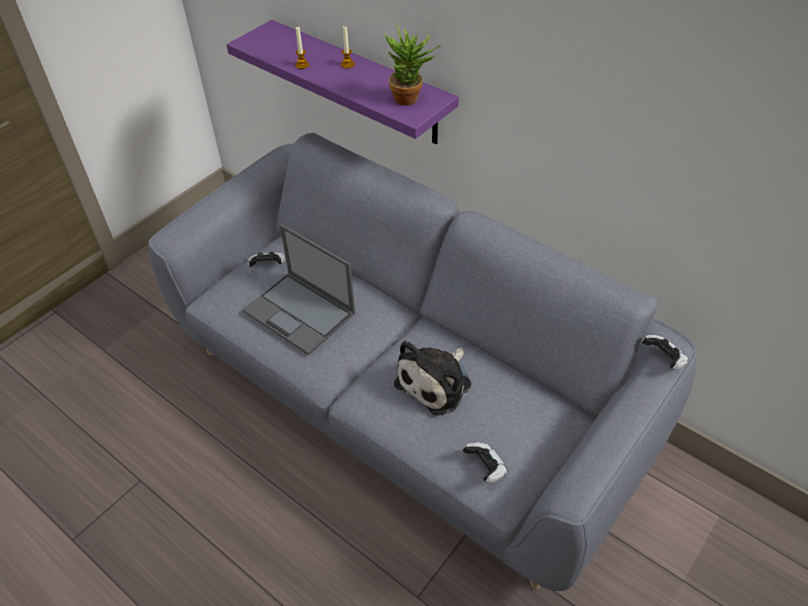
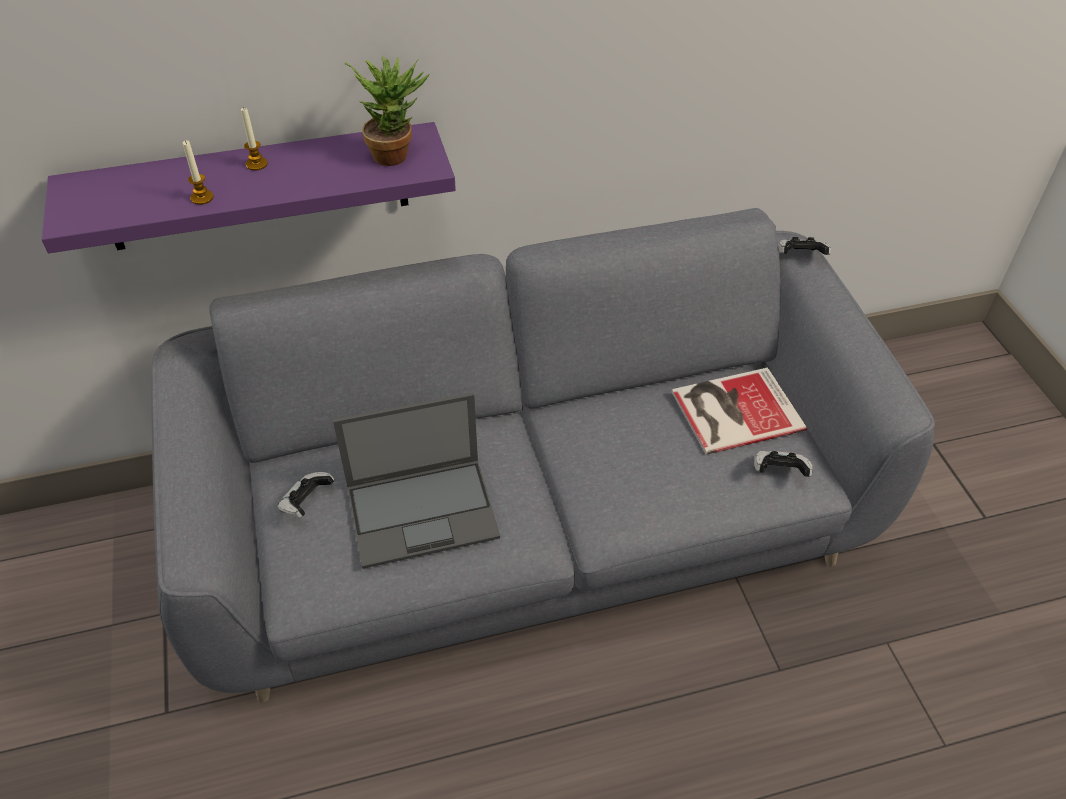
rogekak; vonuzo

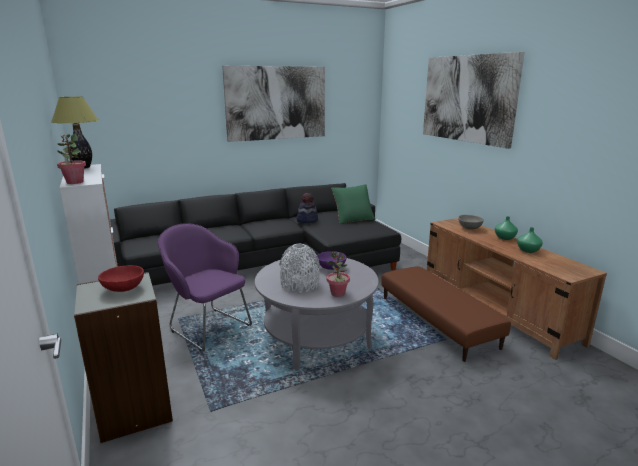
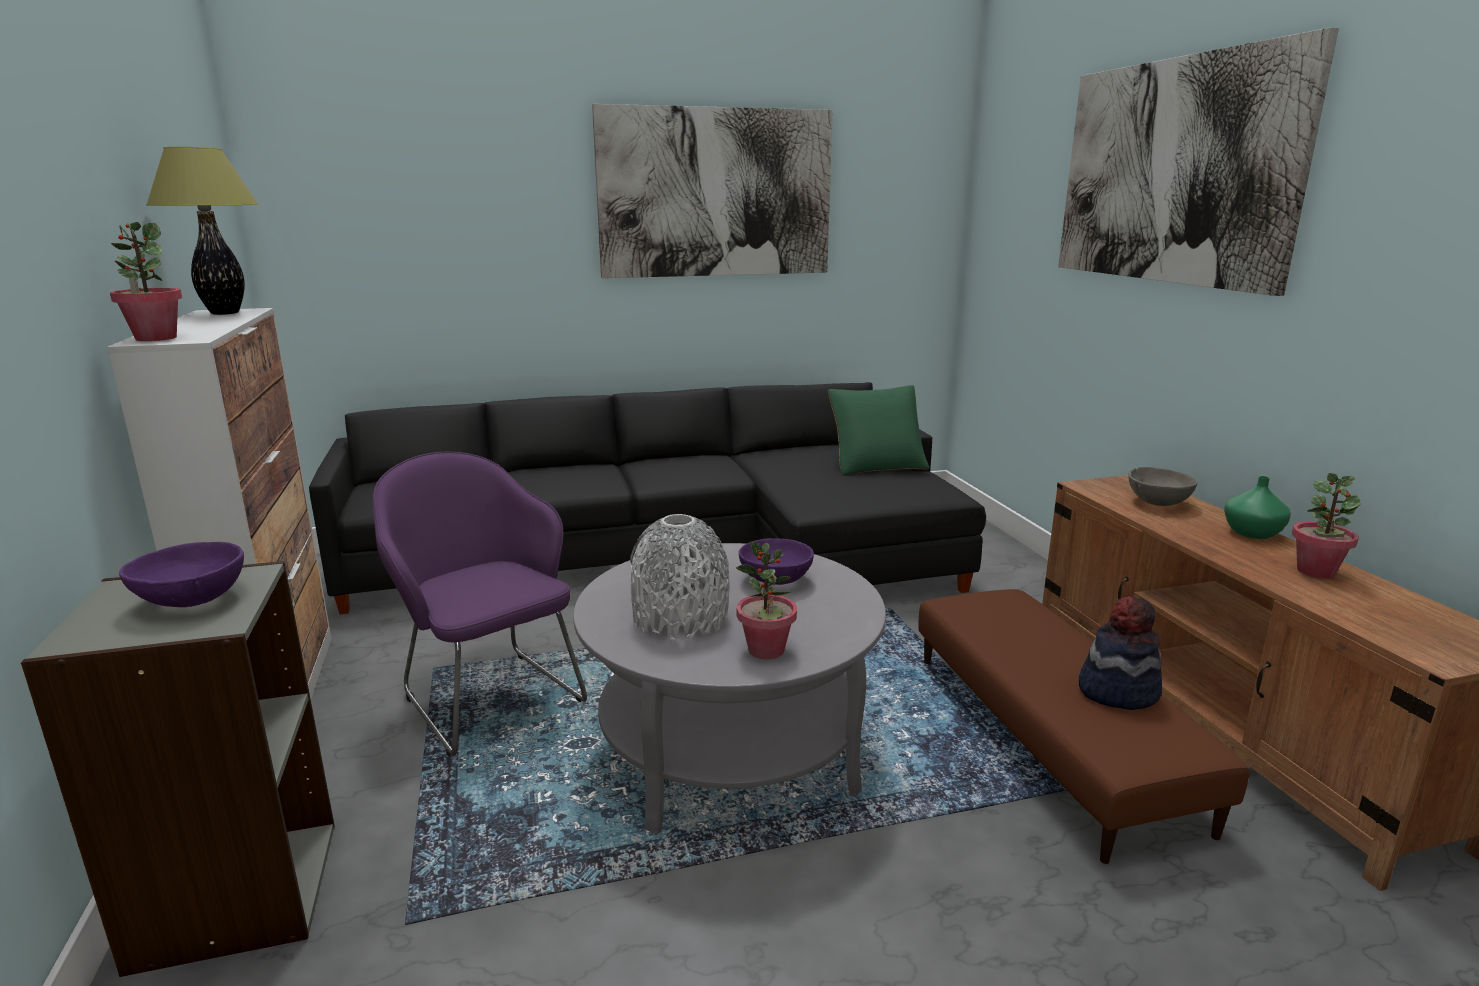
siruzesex; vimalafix (3rd from left); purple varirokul (1st from left)

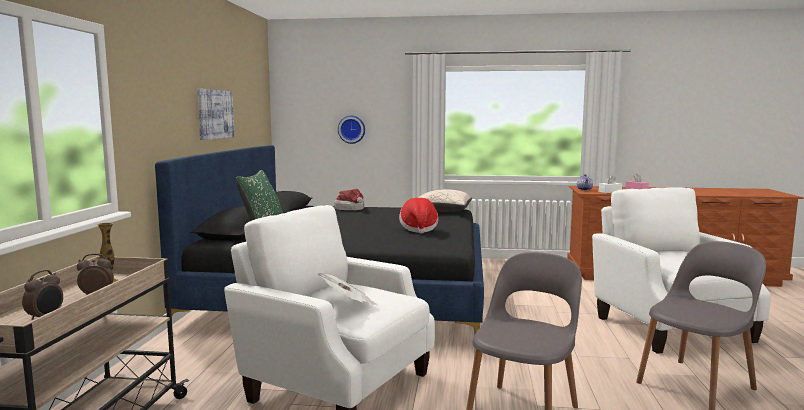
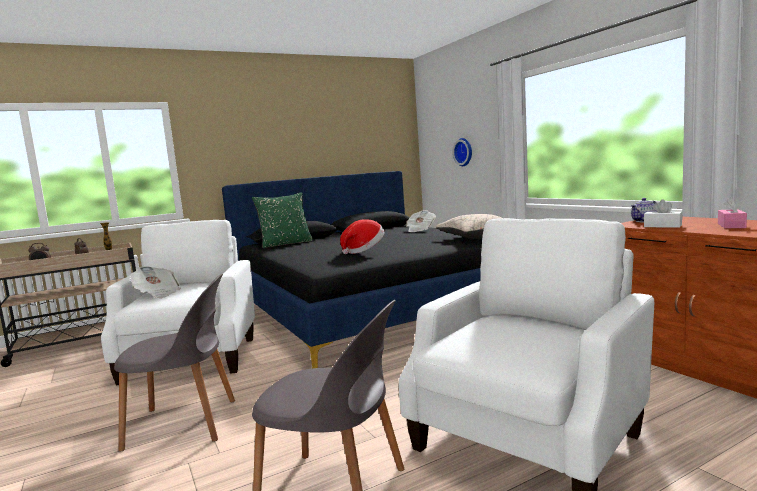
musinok; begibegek (2nd from left)

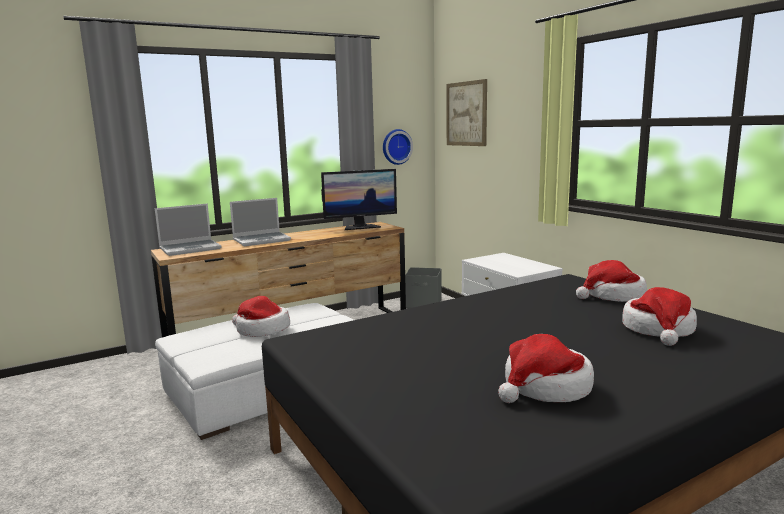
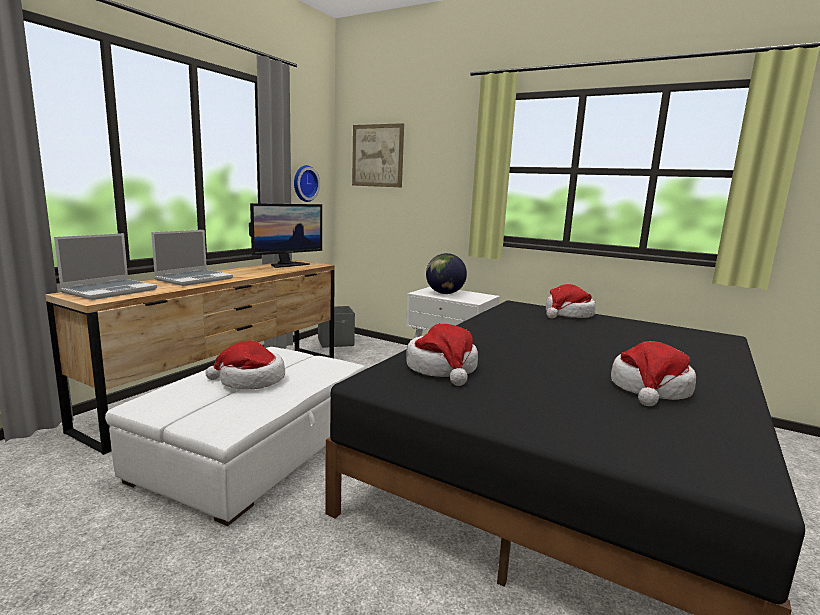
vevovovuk; siruzesex (2nd from left)

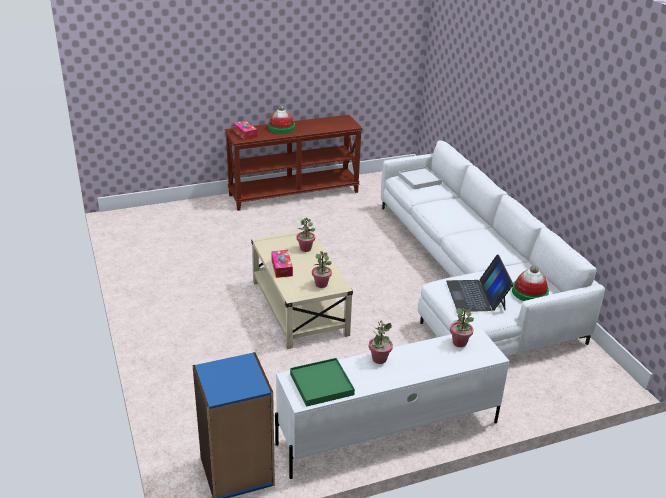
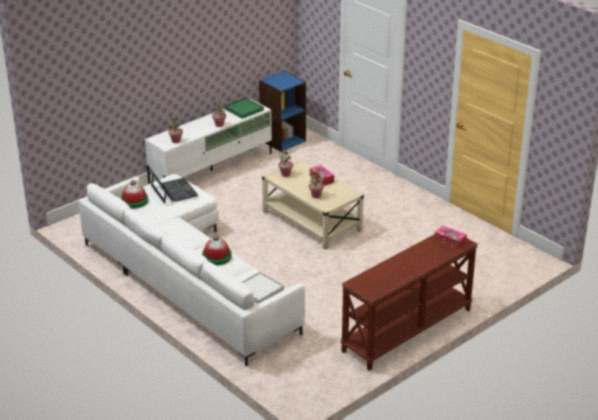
siruzesex (2nd from left)

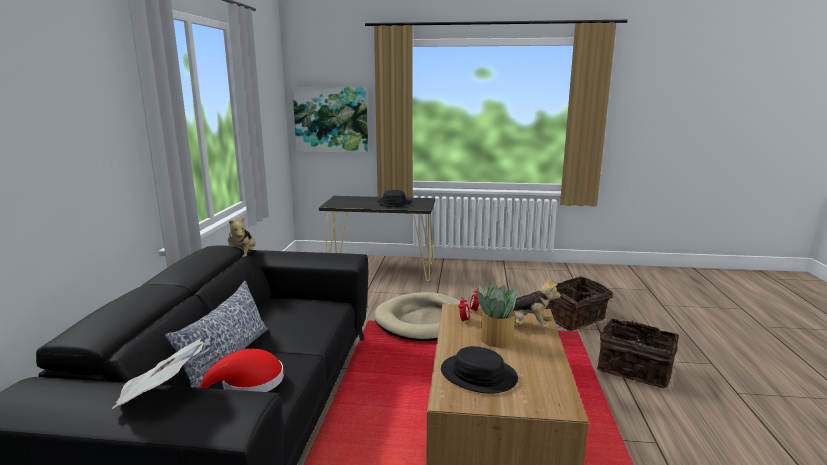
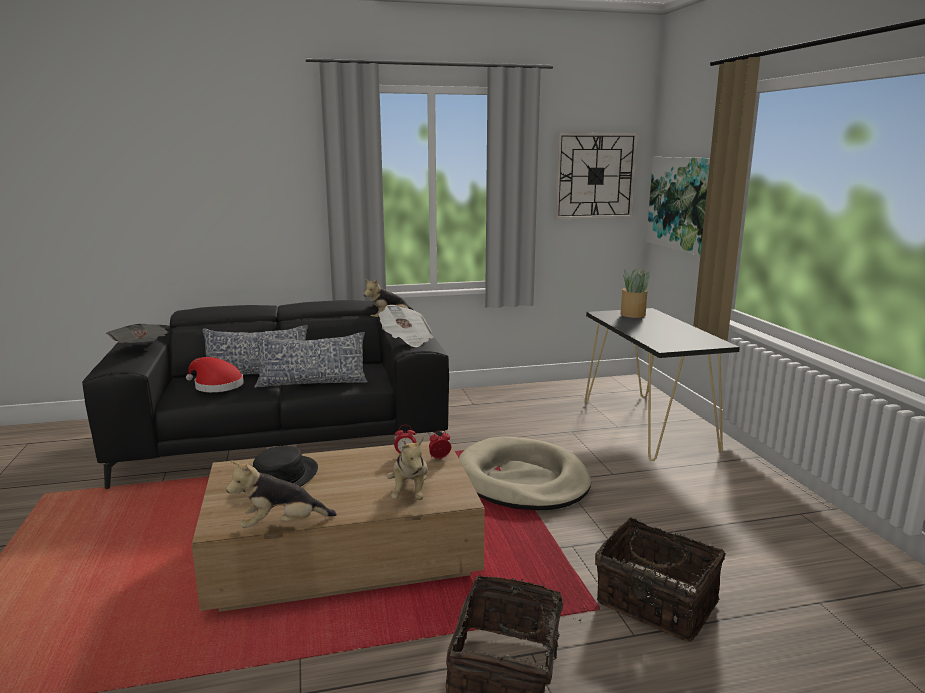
black siruzesex (1st from left in the first image); rogekak (1st from left); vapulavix (2nd from left); begibegek (2nd from left); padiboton; vimalafix

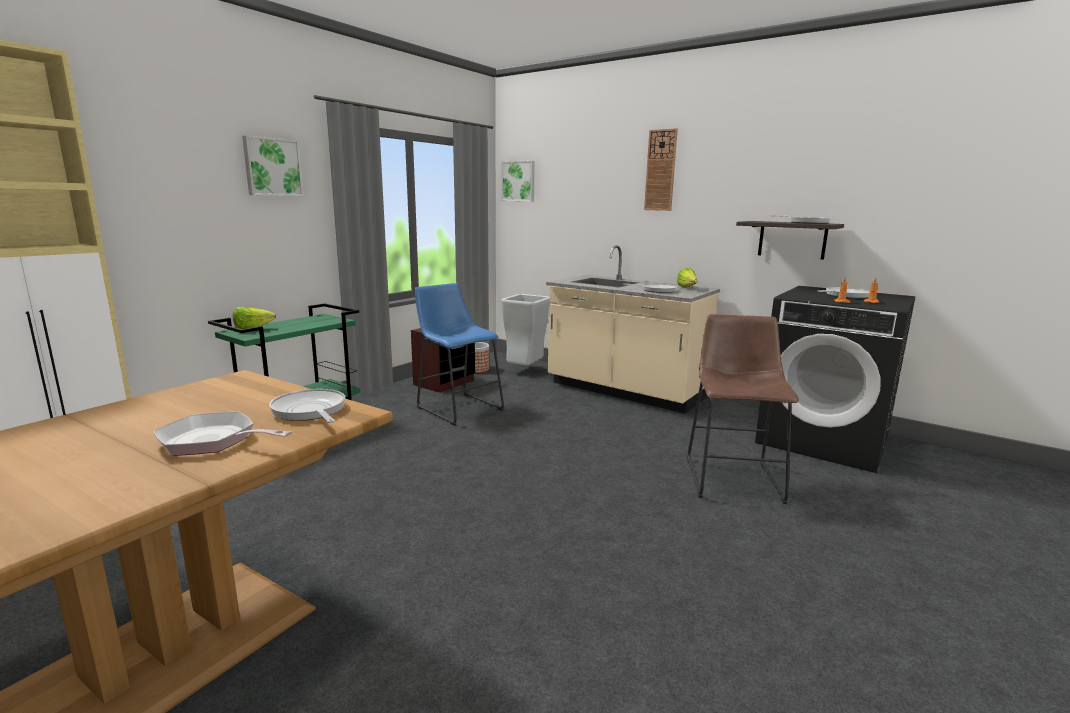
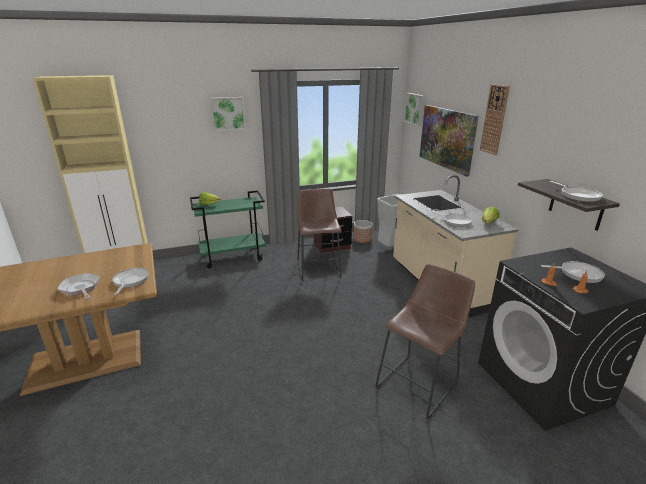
musinok (3rd from left); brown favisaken (1st from left)

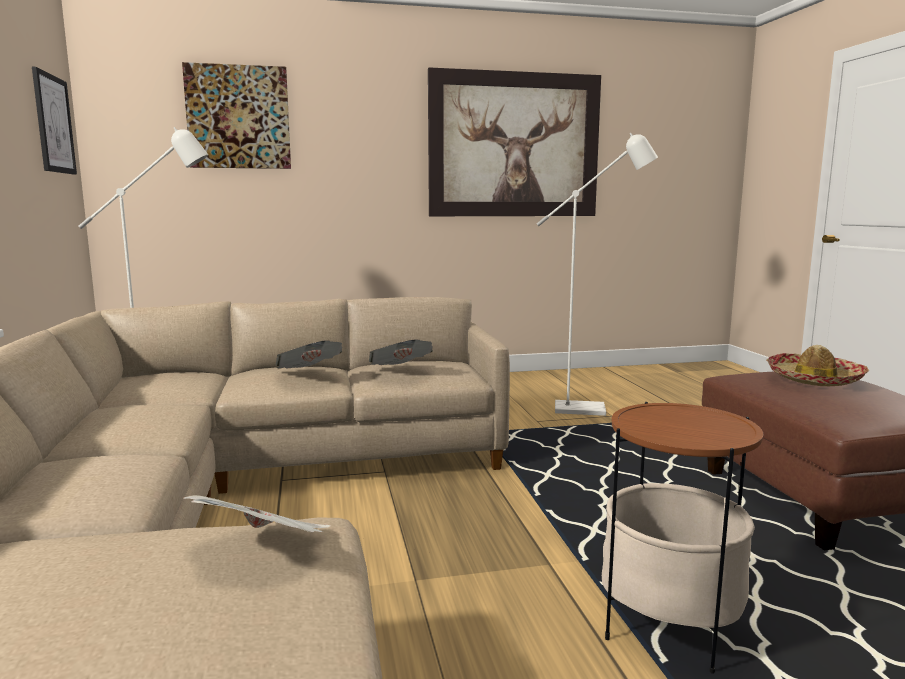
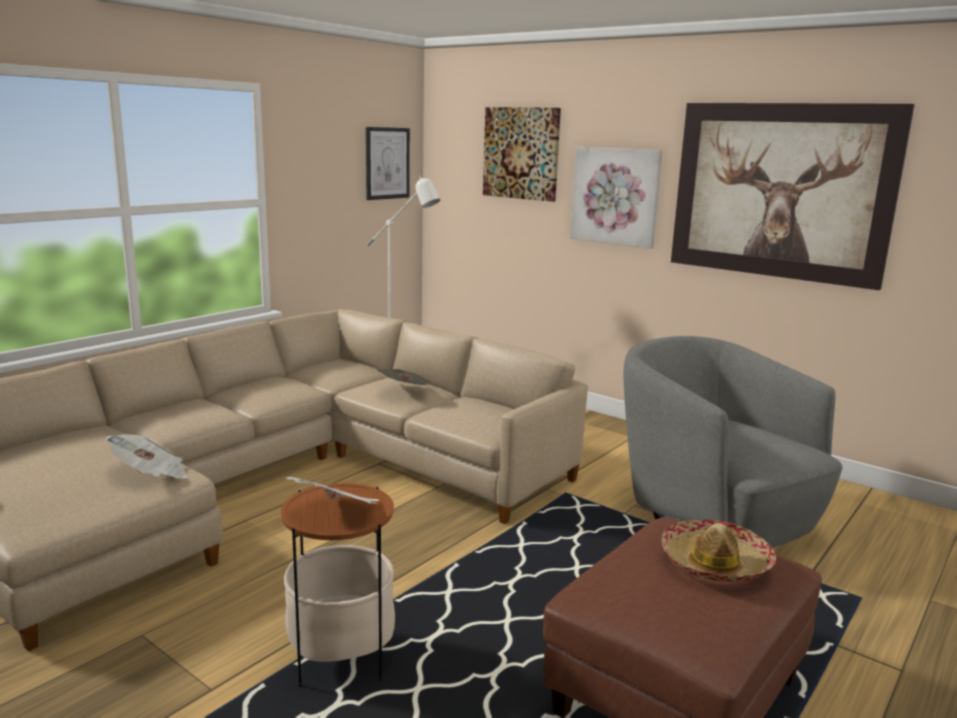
musinok (3rd from left); begibegek (2nd from left); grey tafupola

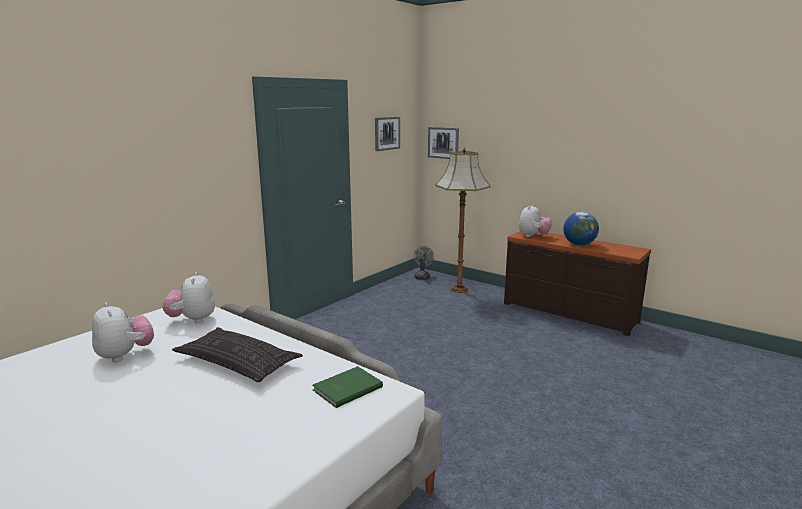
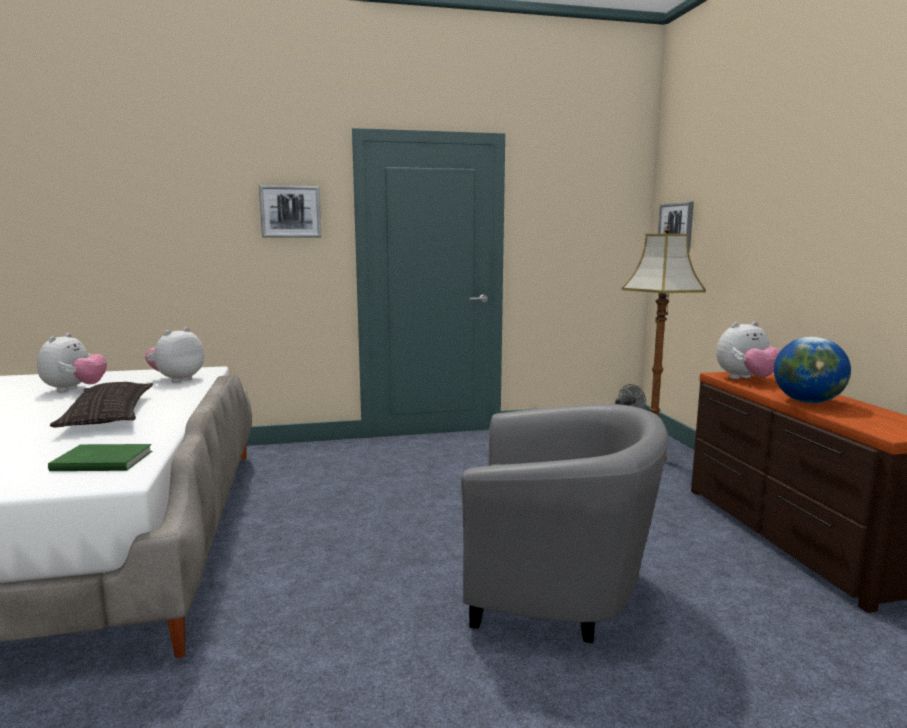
grey tafupola; musinok (1st from left)

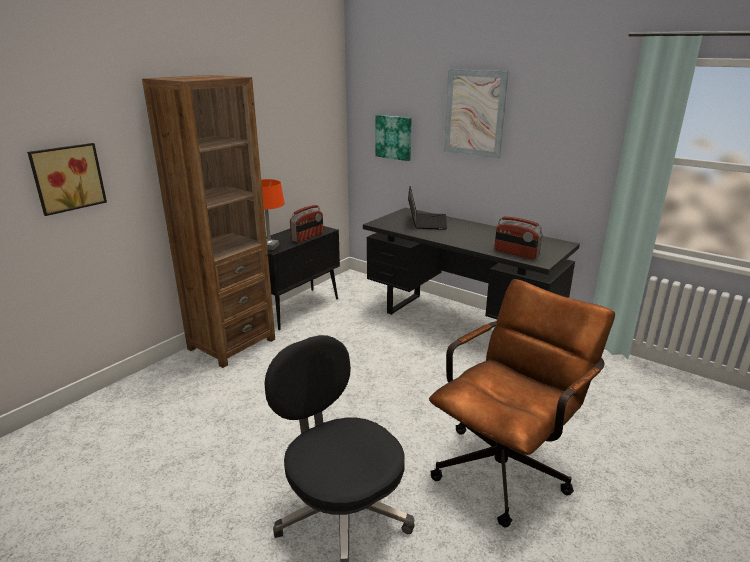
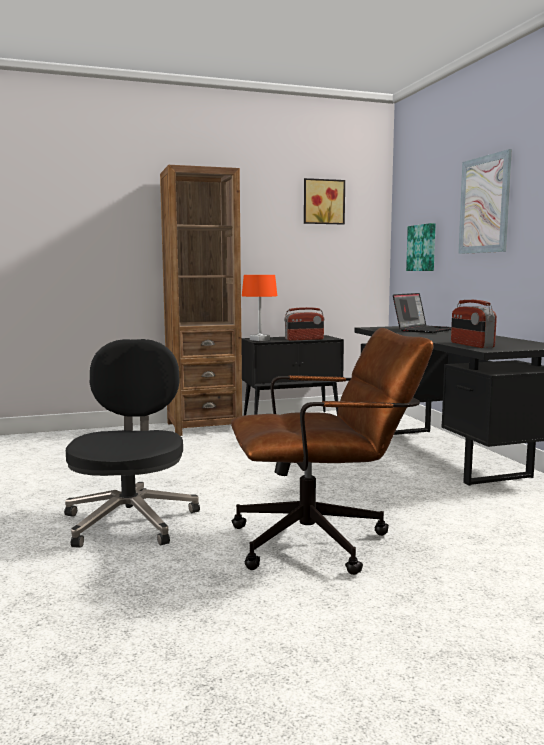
musinok (1st from left)

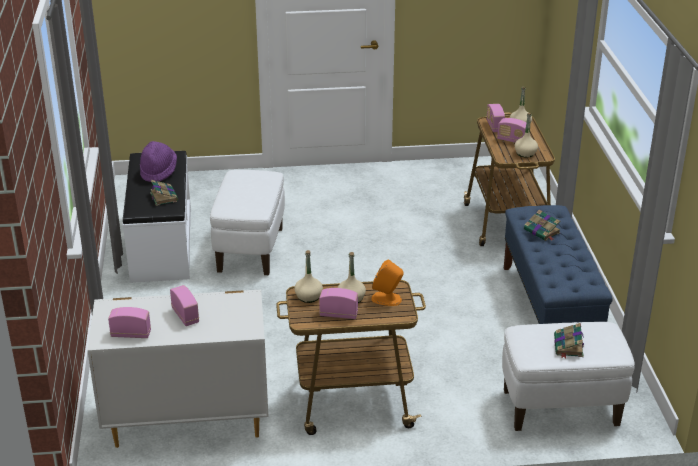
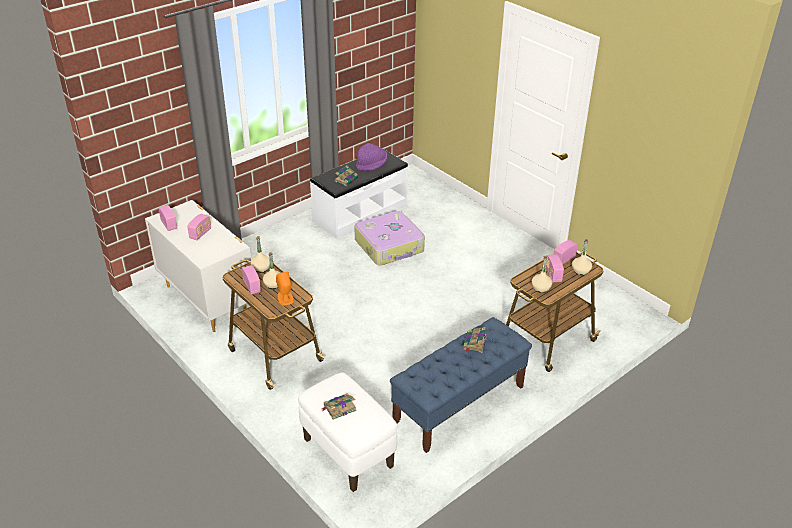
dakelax

